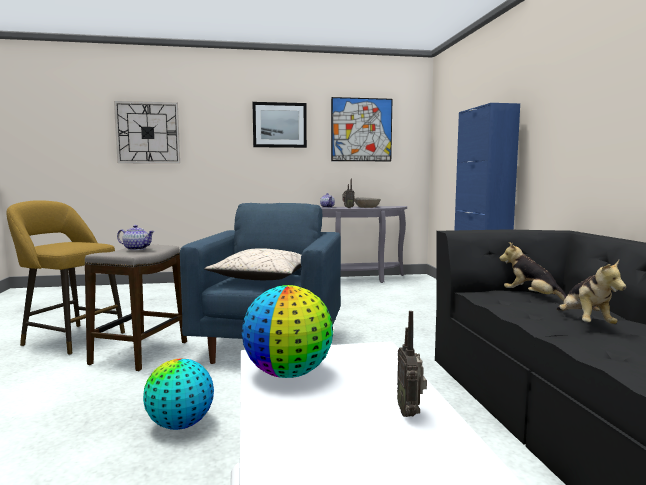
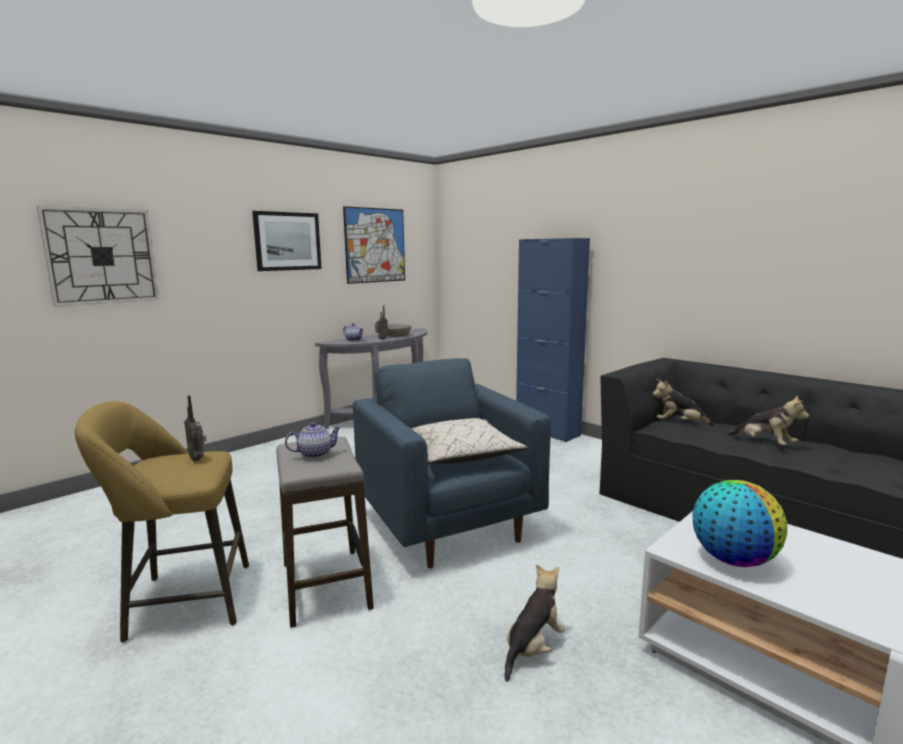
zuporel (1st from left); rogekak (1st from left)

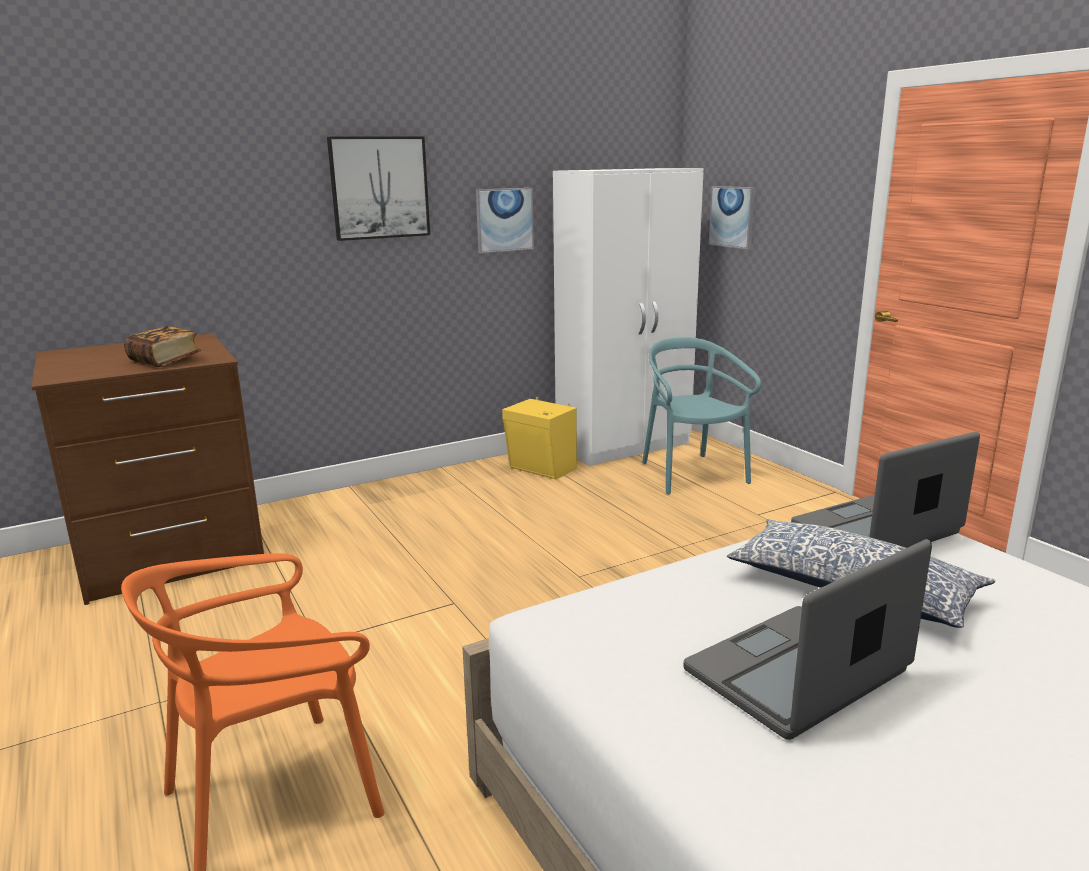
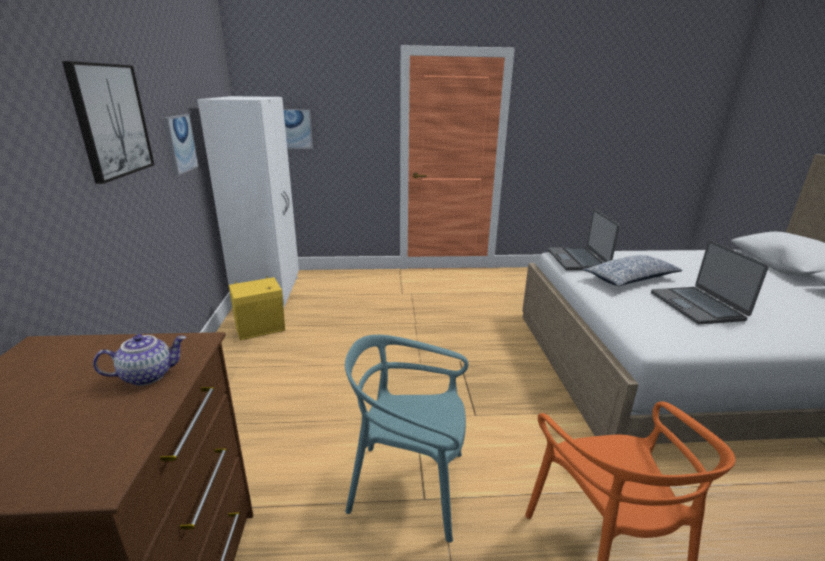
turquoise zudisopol; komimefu

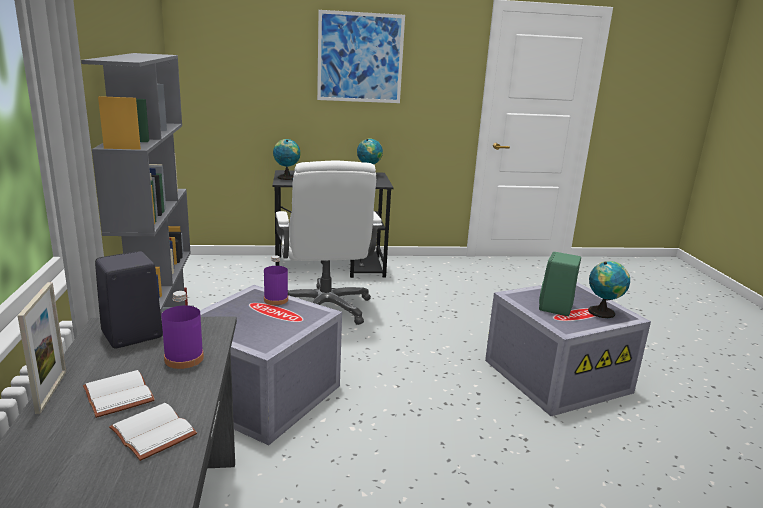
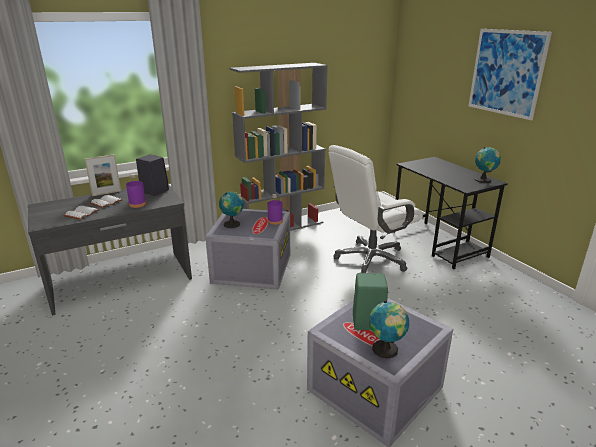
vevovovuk (1st from left)

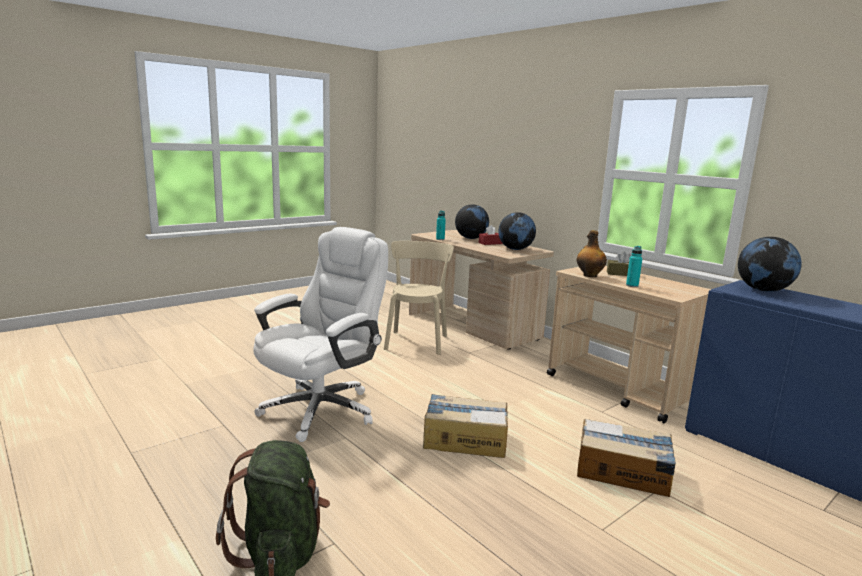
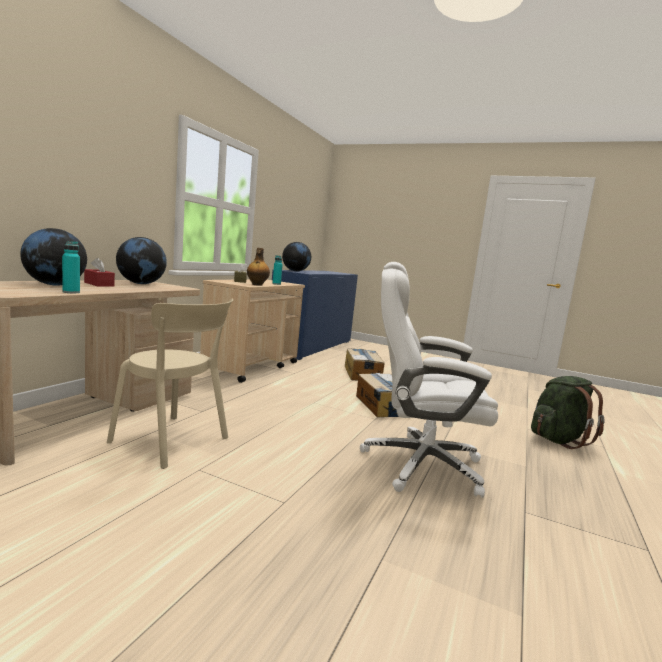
beige zudisopol

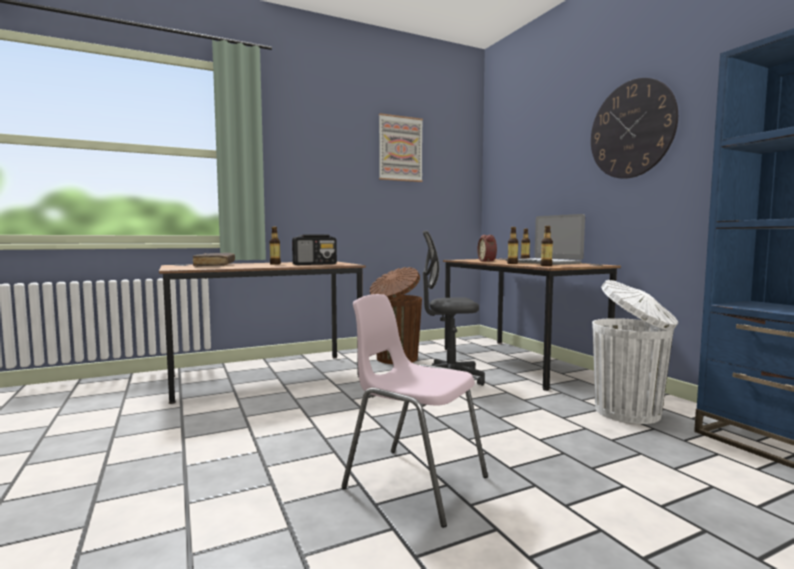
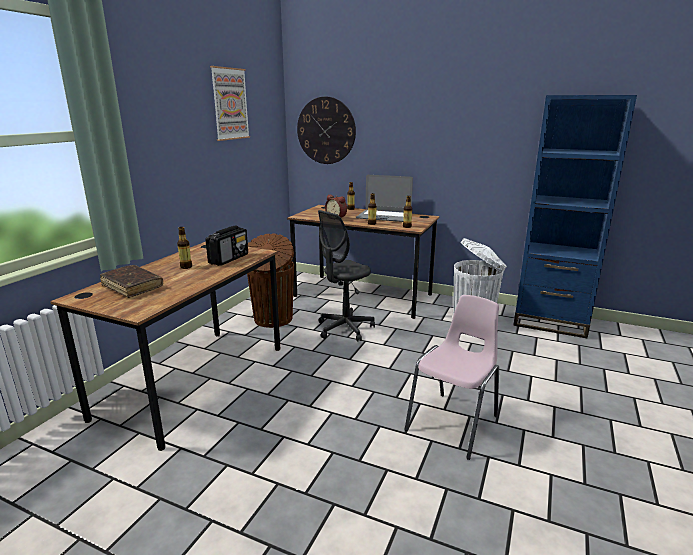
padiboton; pink zudisopol

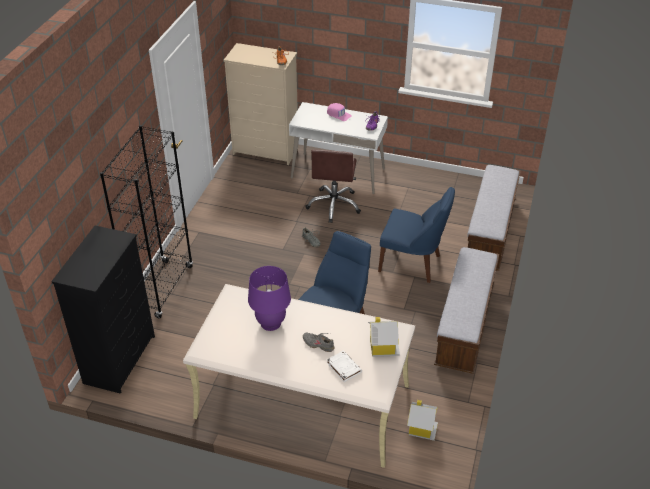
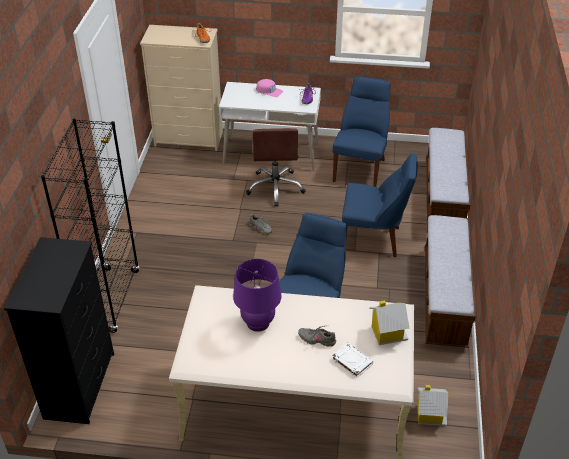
blue zudisopol (2nd from left)

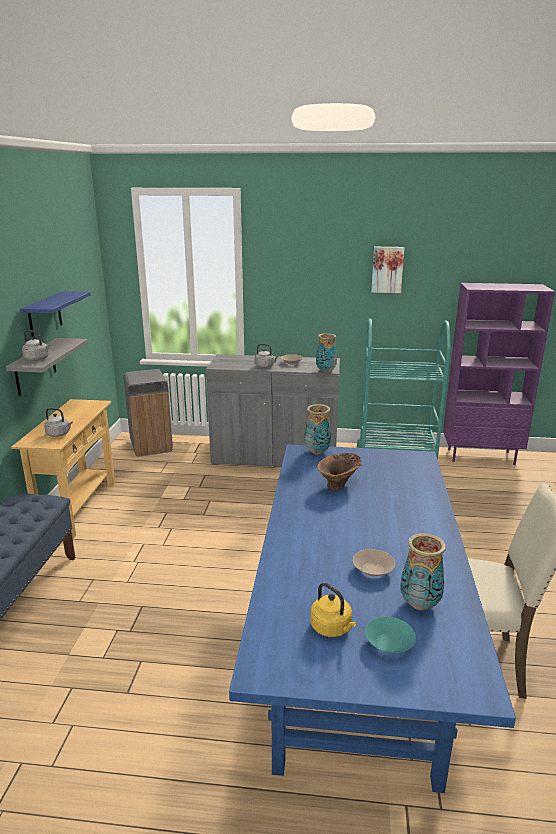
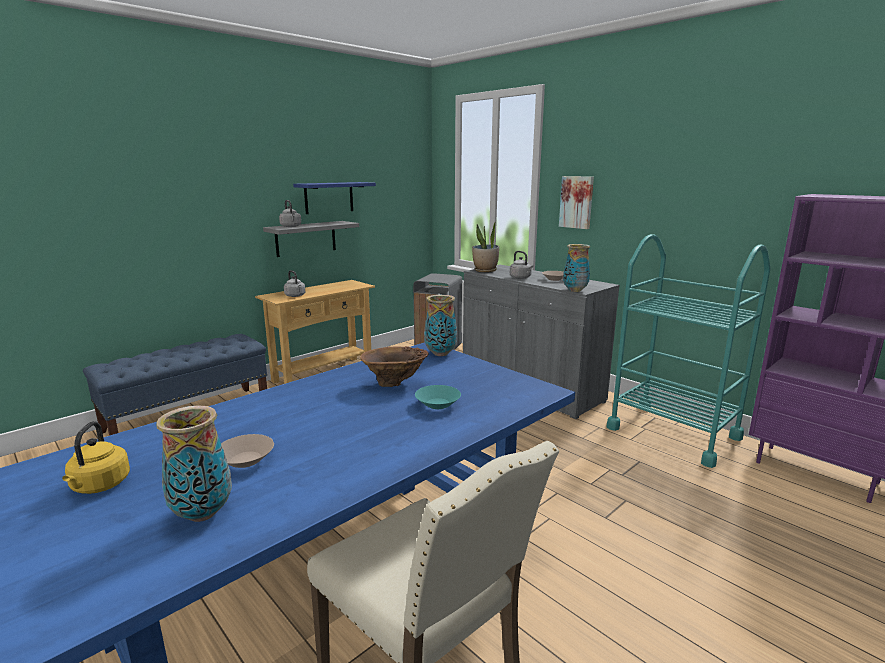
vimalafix; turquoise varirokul; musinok

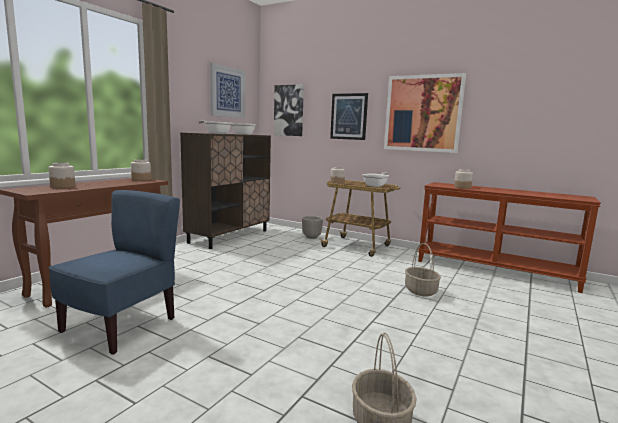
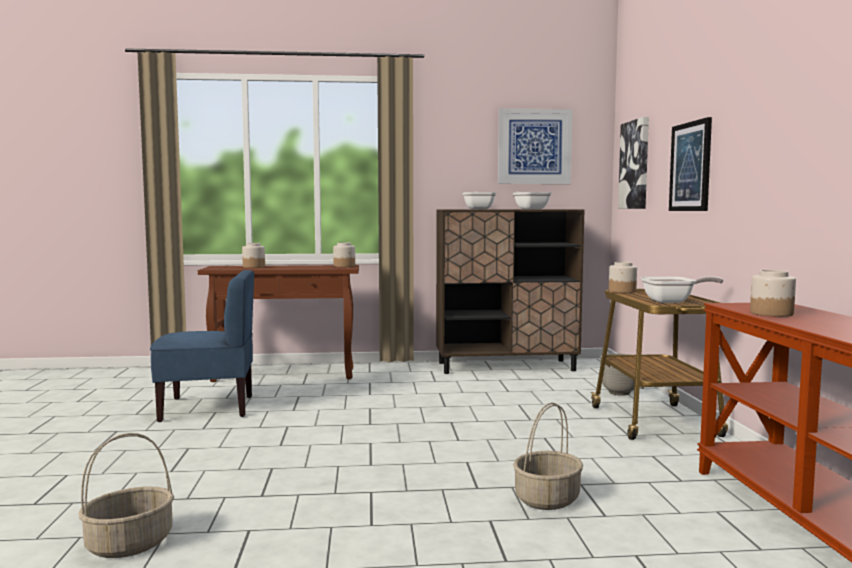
musinok (4th from left in the first image)

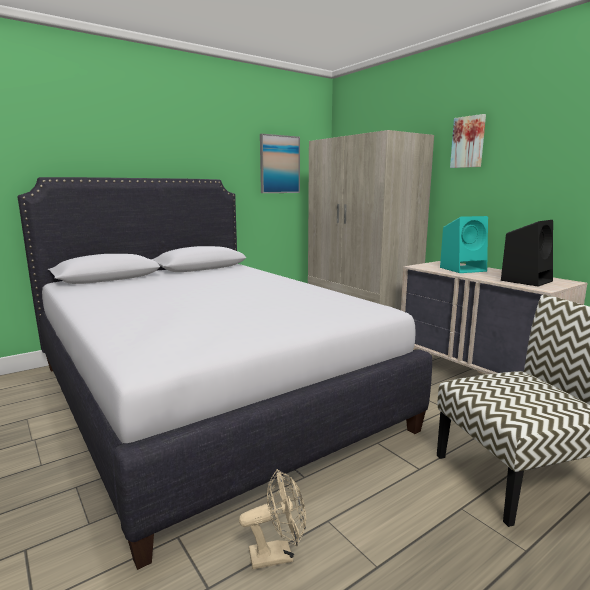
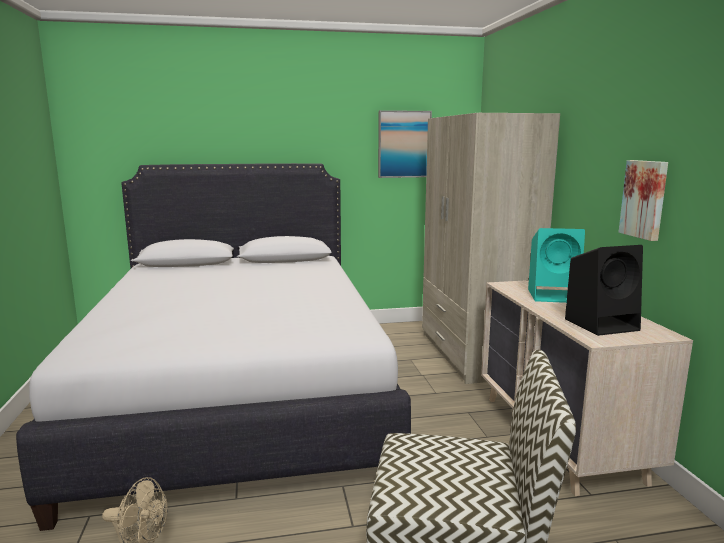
musinok (2nd from left)

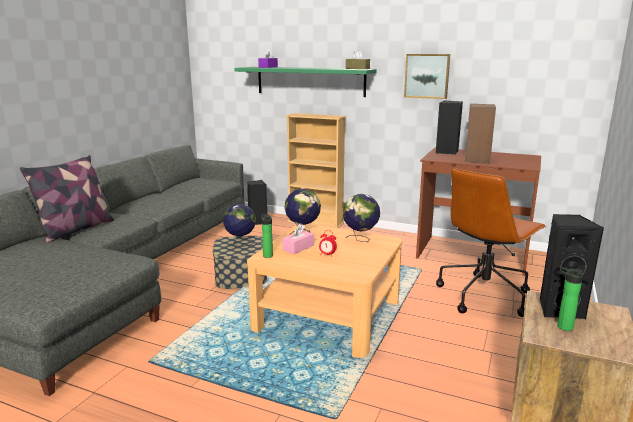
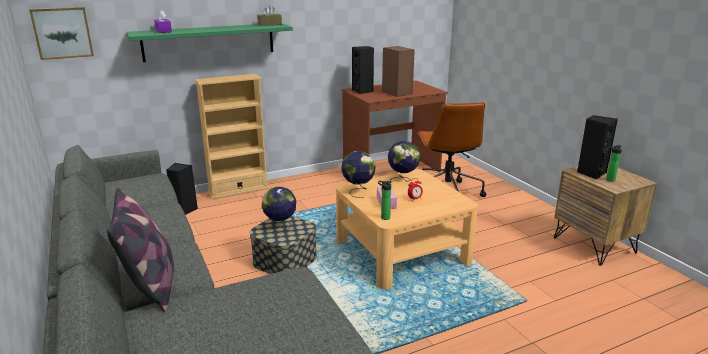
musinok

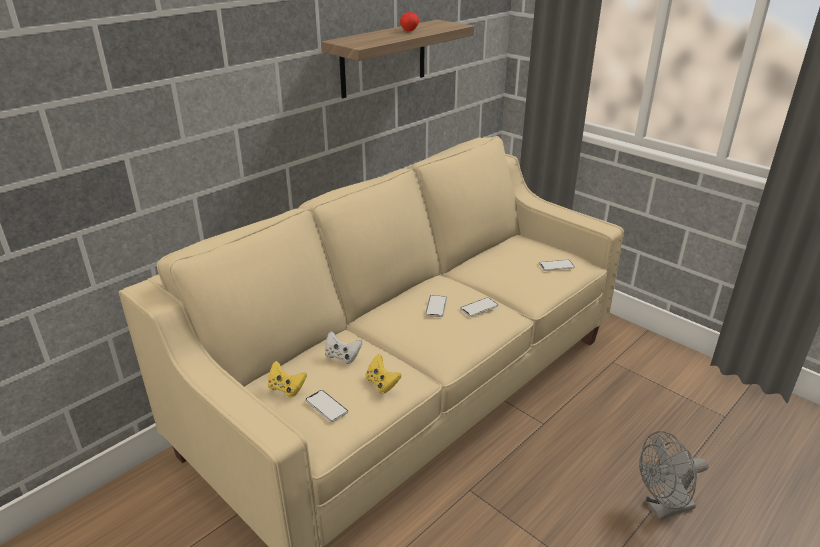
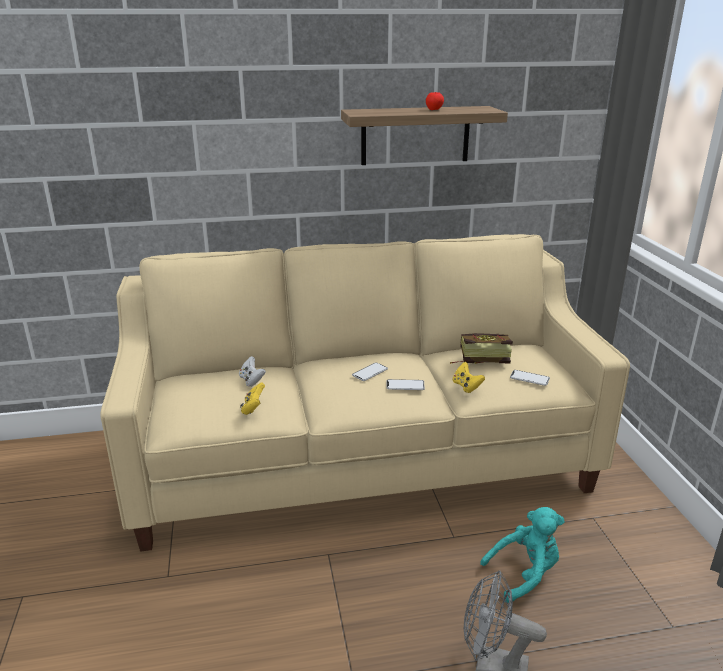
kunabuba (1st from left in the first image); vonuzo; turquoise rogekak; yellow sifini (2nd from left)

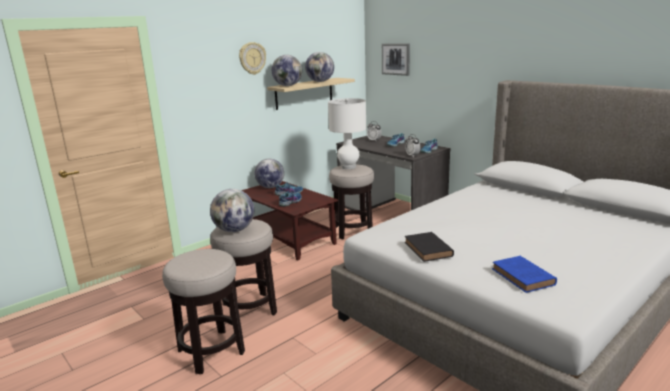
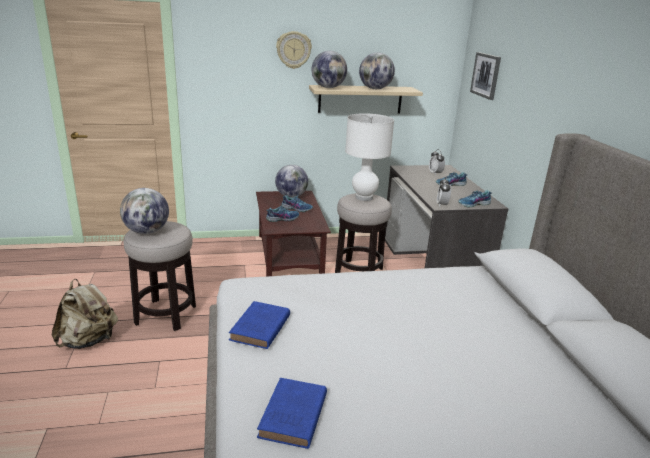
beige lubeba; blue vonuzo (1st from left)

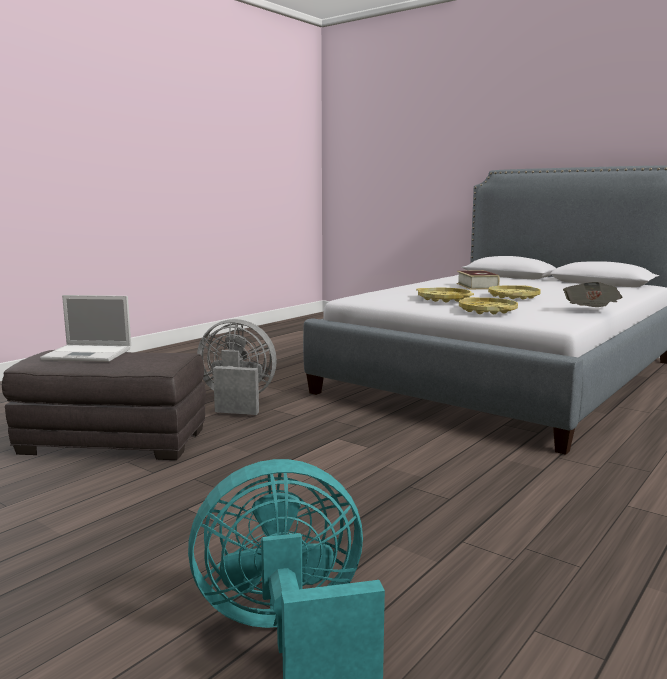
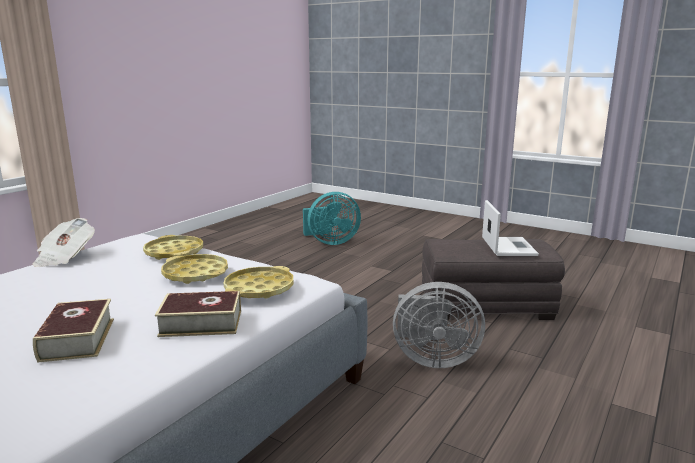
vonuzo (2nd from left); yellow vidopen (3rd from left); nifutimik

